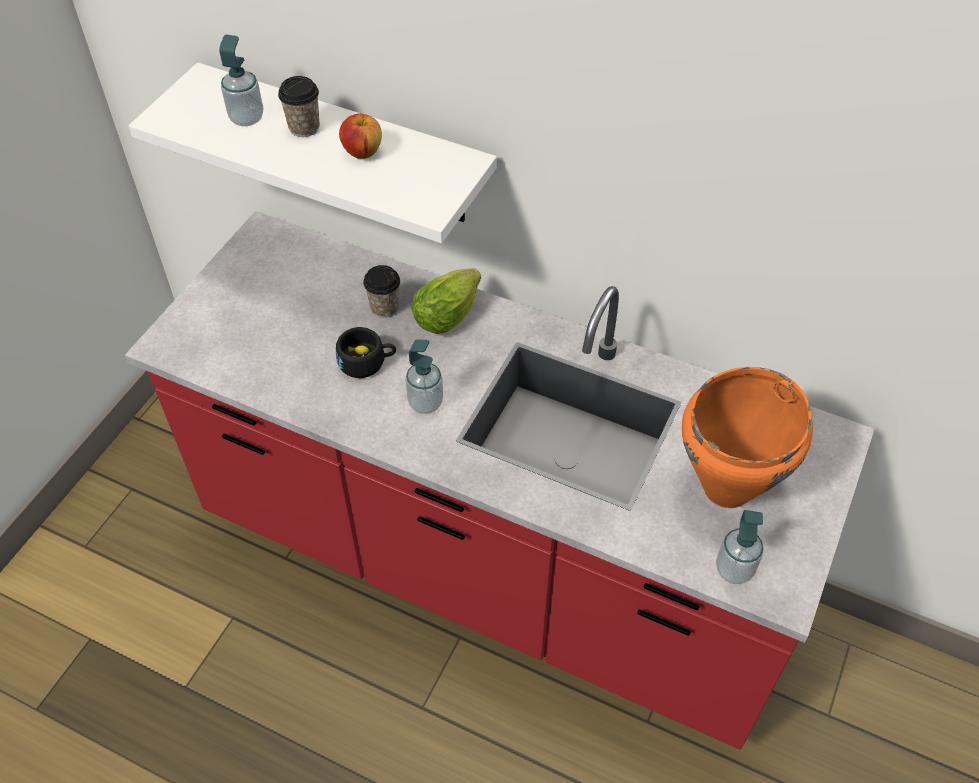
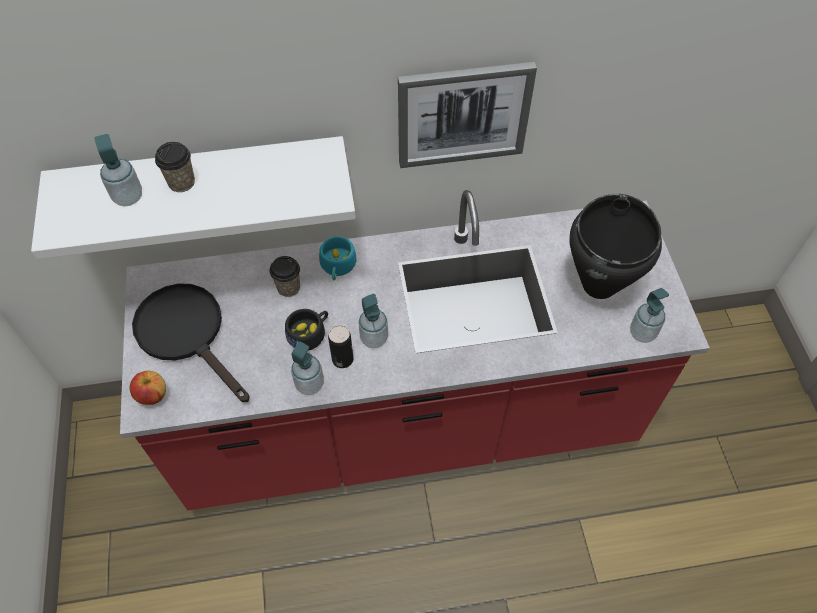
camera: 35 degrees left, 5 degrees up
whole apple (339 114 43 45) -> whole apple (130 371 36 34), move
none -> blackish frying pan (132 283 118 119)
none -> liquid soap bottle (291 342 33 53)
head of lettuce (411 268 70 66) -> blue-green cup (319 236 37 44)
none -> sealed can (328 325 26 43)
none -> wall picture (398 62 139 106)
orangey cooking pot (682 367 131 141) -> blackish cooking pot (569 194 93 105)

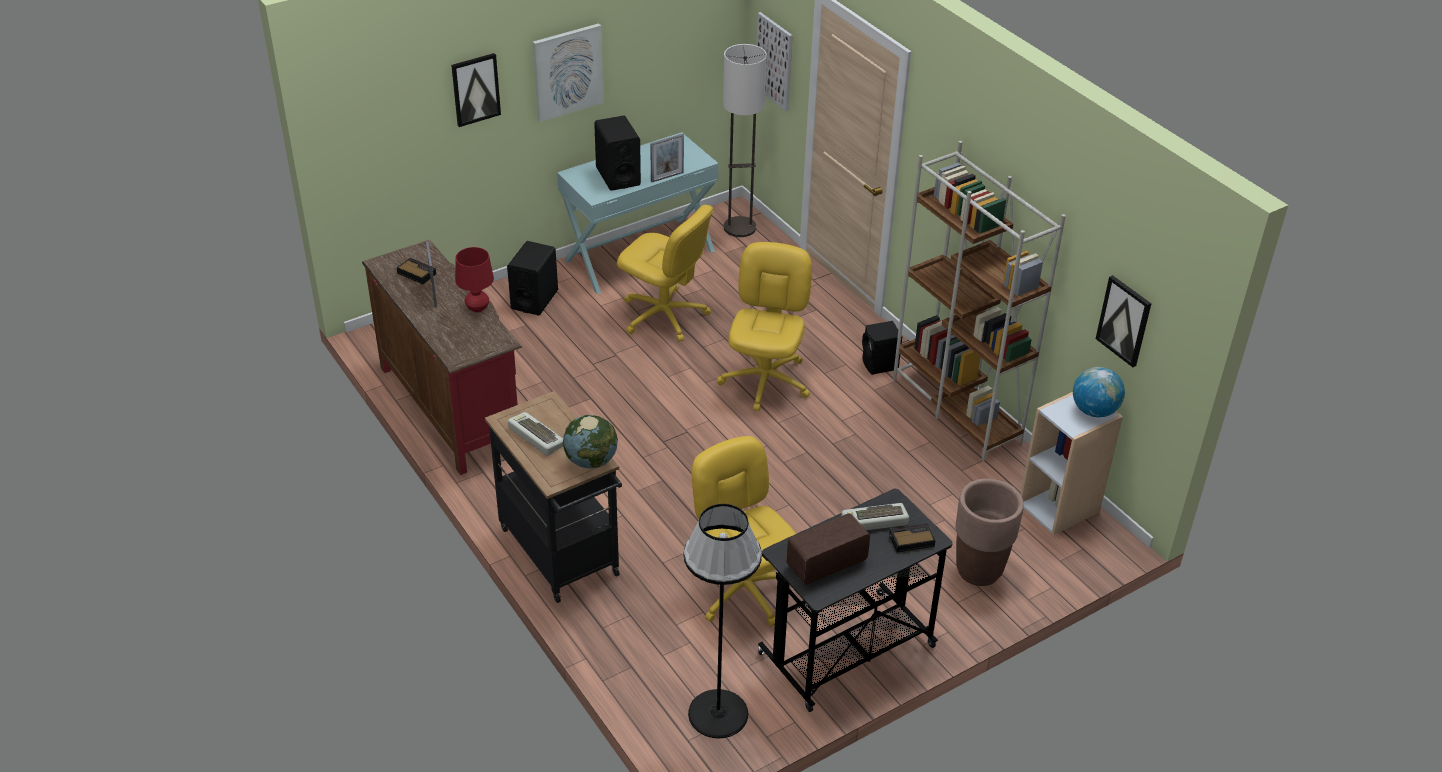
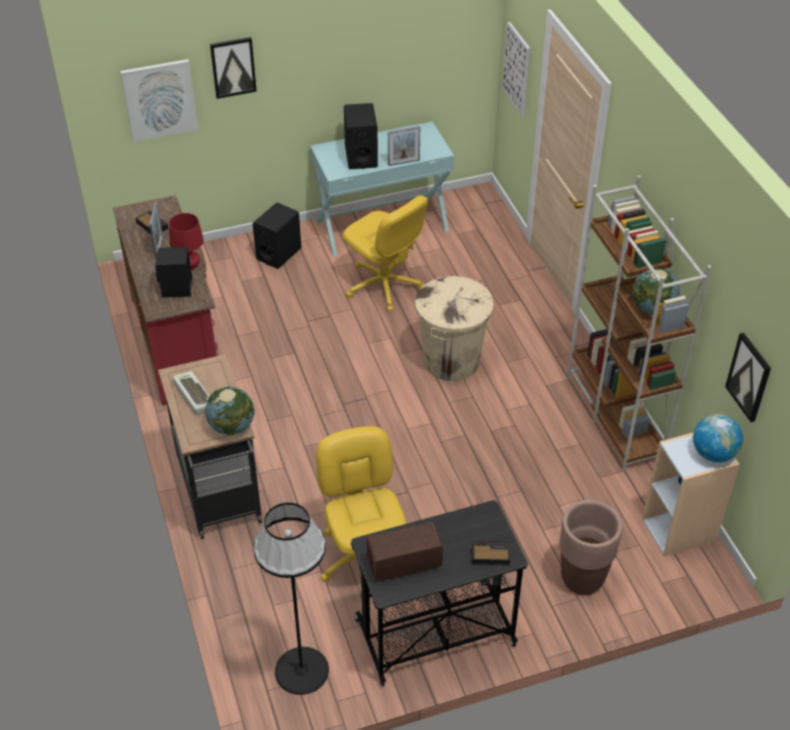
camera: 15 degrees right, 5 degrees up
wall picture (533 23 71 99) -> wall picture (120 59 78 83), move
blackish audio speaker (862 321 40 54) -> blackish audio speaker (155 247 38 50), move
yellow desk chair (717 242 95 169) -> sand-coloured trash can (415 276 79 105)
none -> world globe (633 268 47 47)
standing lamp (723 44 44 193) -> none
PC keyboard (841 503 68 27) -> none

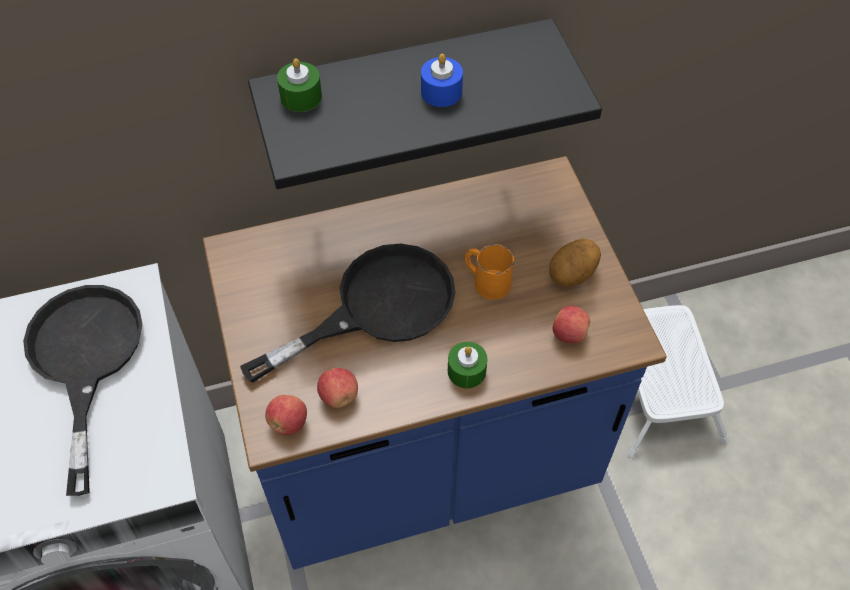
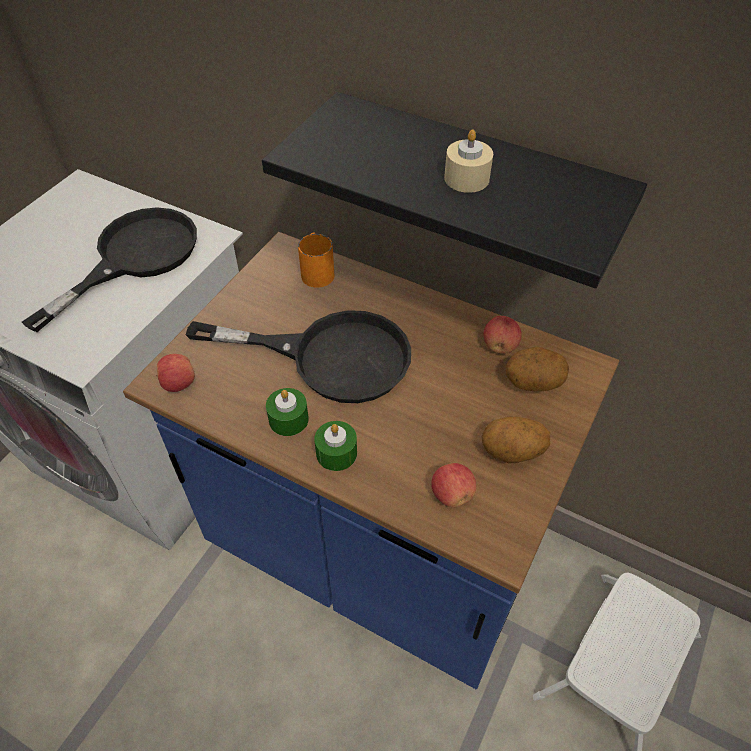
camera: 45 degrees right, 5 degrees down
green wax candle (277 58 45 54) -> green wax candle (266 388 43 48), move
orangey mug (465 244 49 56) -> orangey mug (298 232 36 56), move
blue wax candle (421 54 42 53) -> sand-coloured wax candle (444 129 49 64)
whole apple (317 368 41 40) -> whole apple (484 316 38 38), move
none -> whole potato (506 347 63 44)

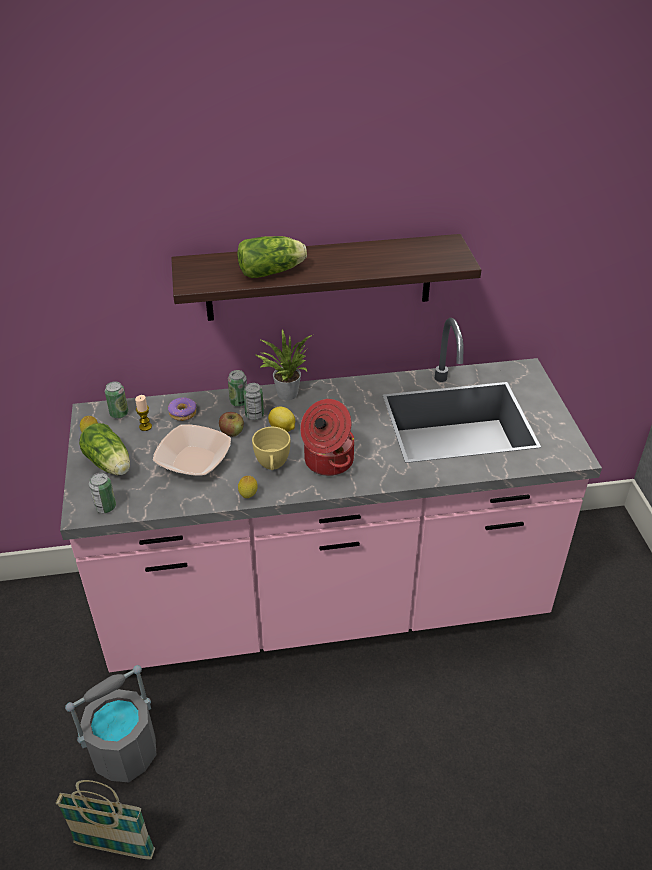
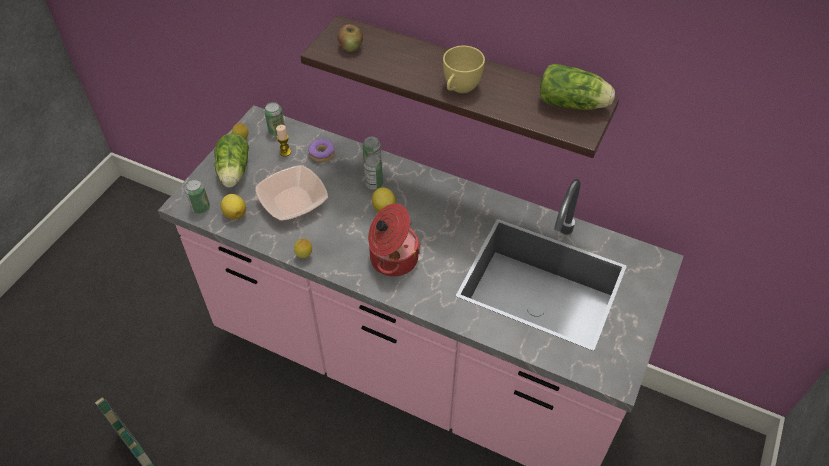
camera: 35 degrees right, 10 degrees up
none -> lemon (221 194 25 25)
whole apple (219 412 25 25) -> whole apple (338 24 25 28), move
yellow cup (252 427 38 43) -> yellow cup (443 46 42 47), move
head of lettuce (237 236 70 42) -> head of lettuce (540 63 75 47), move
gray pail (65 665 91 117) -> none
plant in a pot (254 330 58 70) -> none

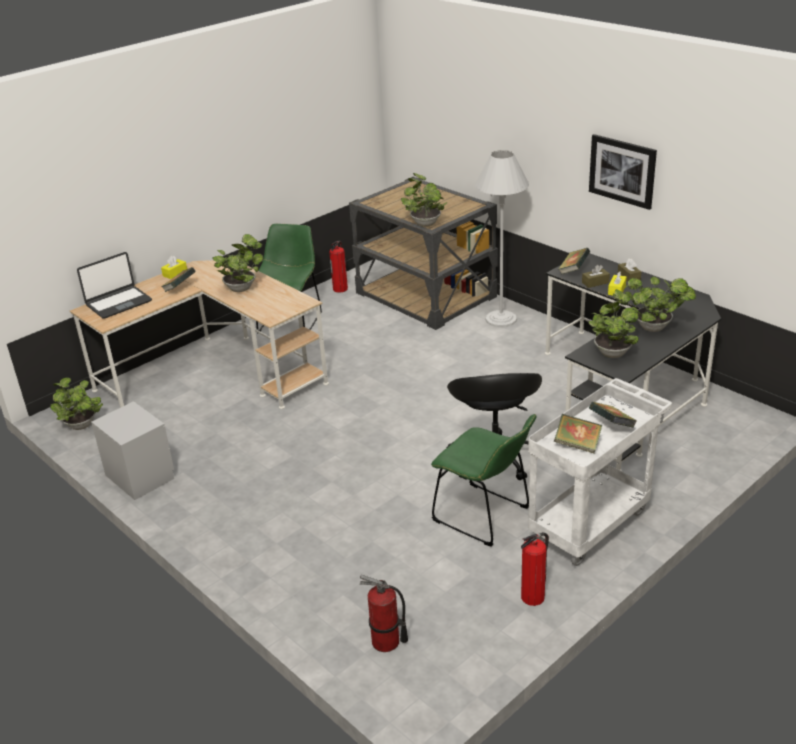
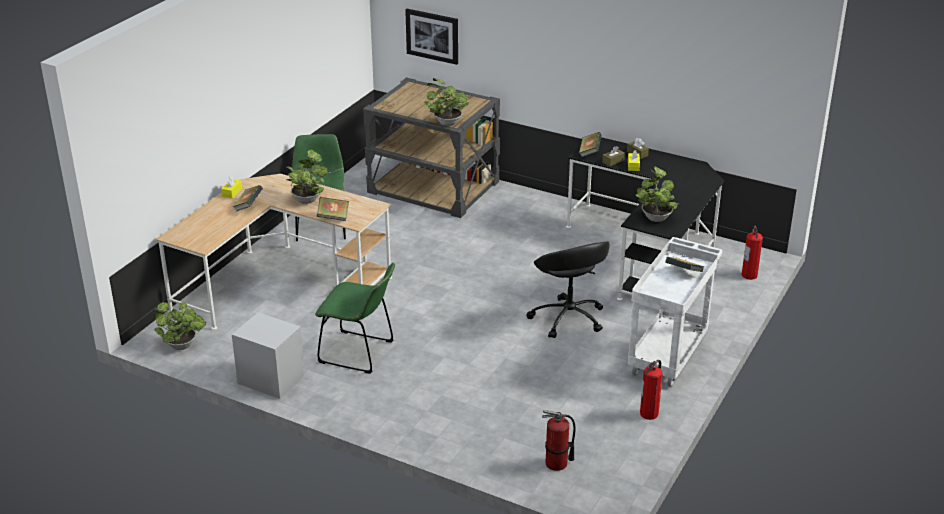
camera: 20 degrees left, 0 degrees up
green upright chair (431 414 105 133) -> green upright chair (315 263 80 111), move
book (554 414 48 39) -> book (317 197 32 24), move
wall picture (589 134 68 76) -> wall picture (405 9 53 56), move
fire extinguisher (329 241 19 52) -> fire extinguisher (742 226 21 54), move
portable computer (77 252 75 67) -> none
white standing lamp (475 150 54 177) -> none
plant in a pot (624 277 72 55) -> none

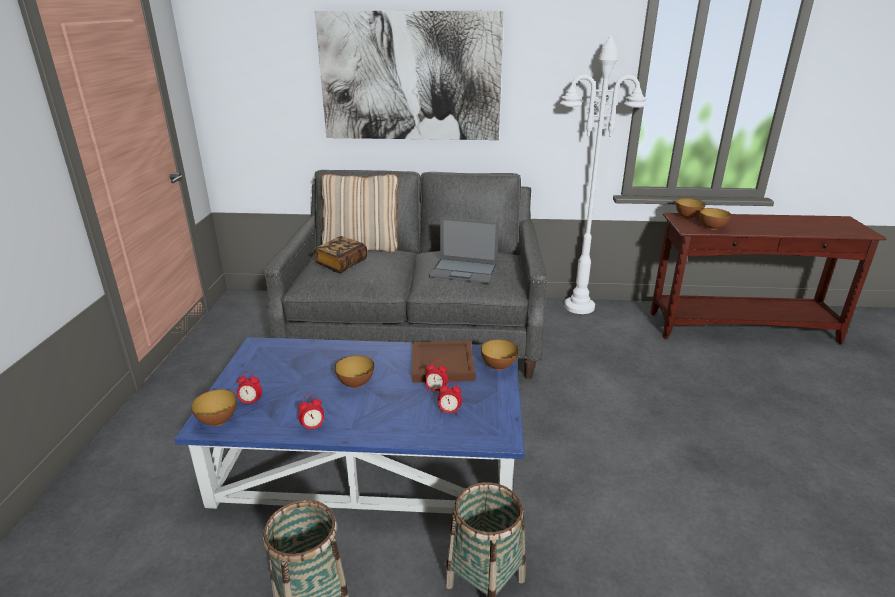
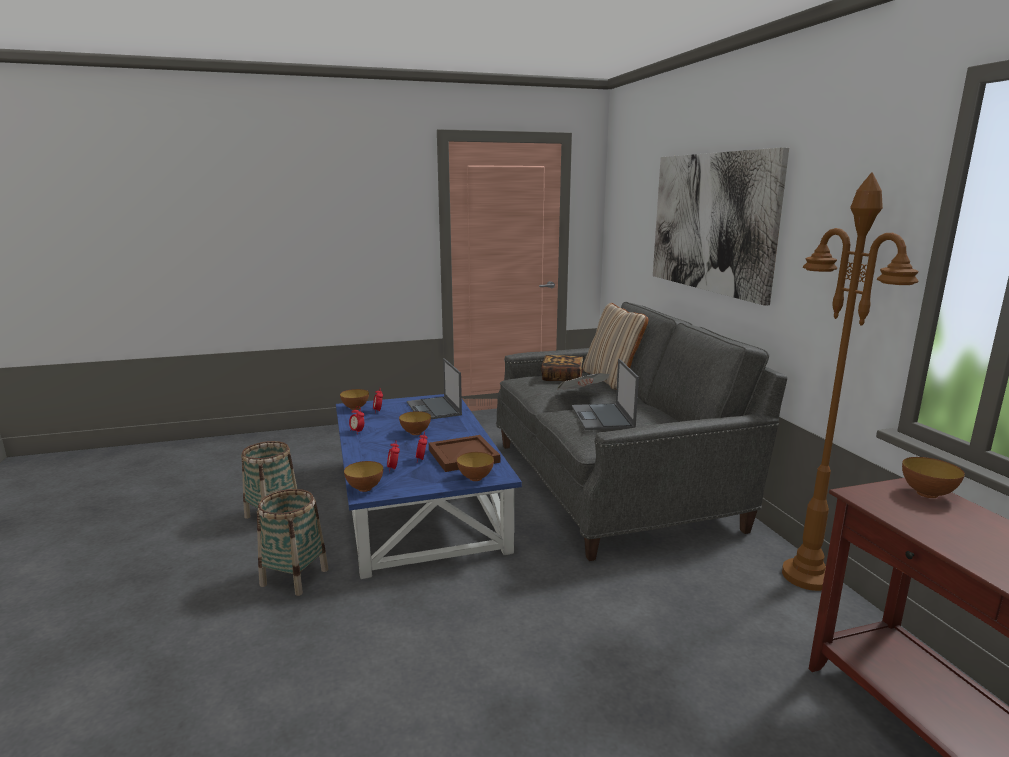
camera: 70 degrees right, 10 degrees down
serving bowl (699 208 32 22) -> serving bowl (344 461 39 31), move
none -> portable computer (407 358 55 61)
none -> daily paper (557 373 53 16)
white standing lamp (560 35 87 279) -> brownish standing lamp (782 172 136 419)

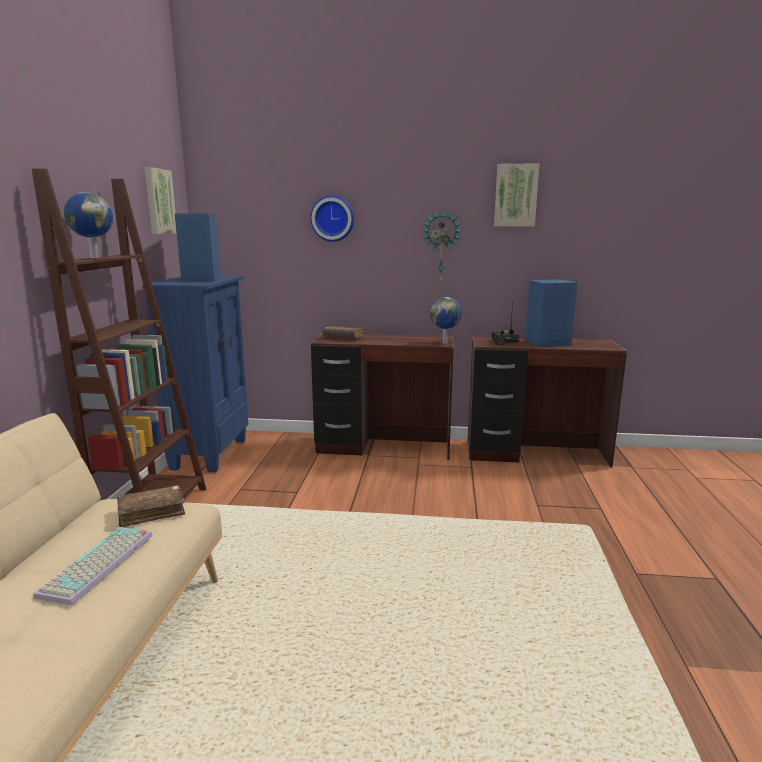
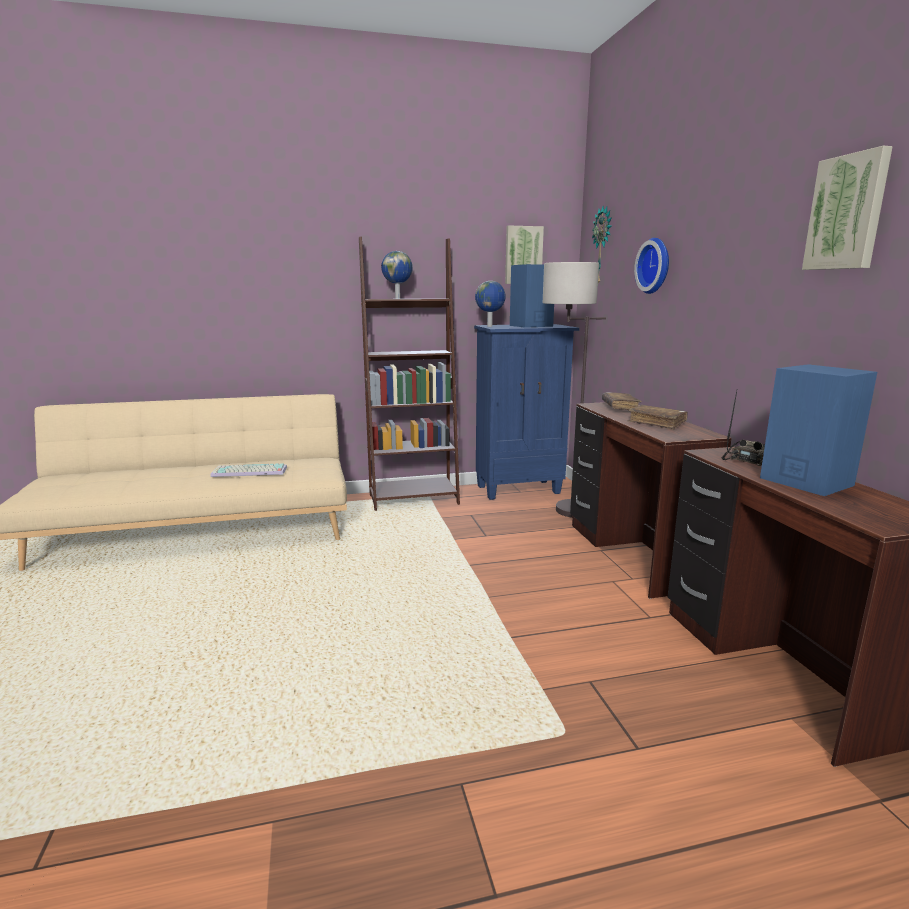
camera: 70 degrees right, 0 degrees up
world globe (430 297 32 47) -> world globe (475 281 31 46), move
none -> gray standing lamp (543 262 63 256)
clock on the wall (422 210 40 76) -> clock on the wall (592 206 20 77), move
brownish book (117 485 68 42) -> brownish book (627 405 60 25), move

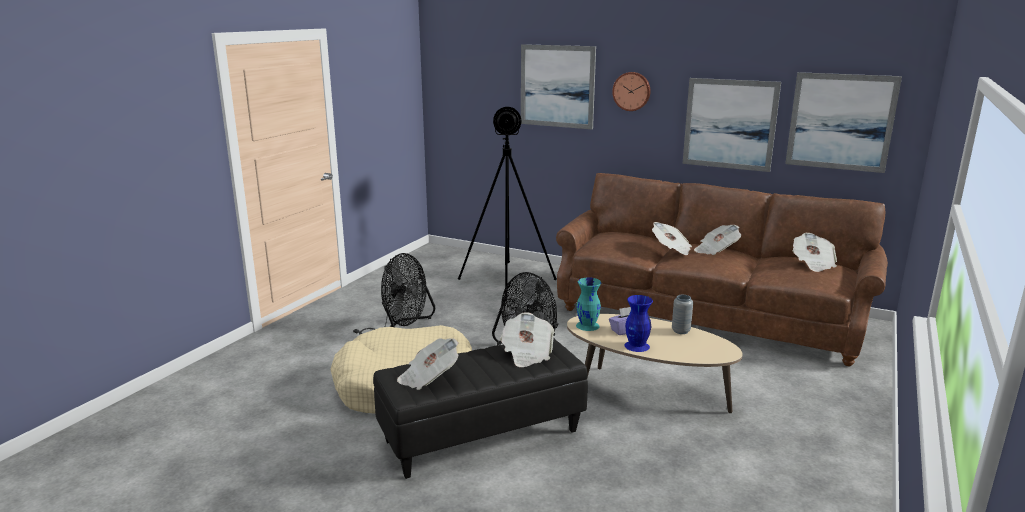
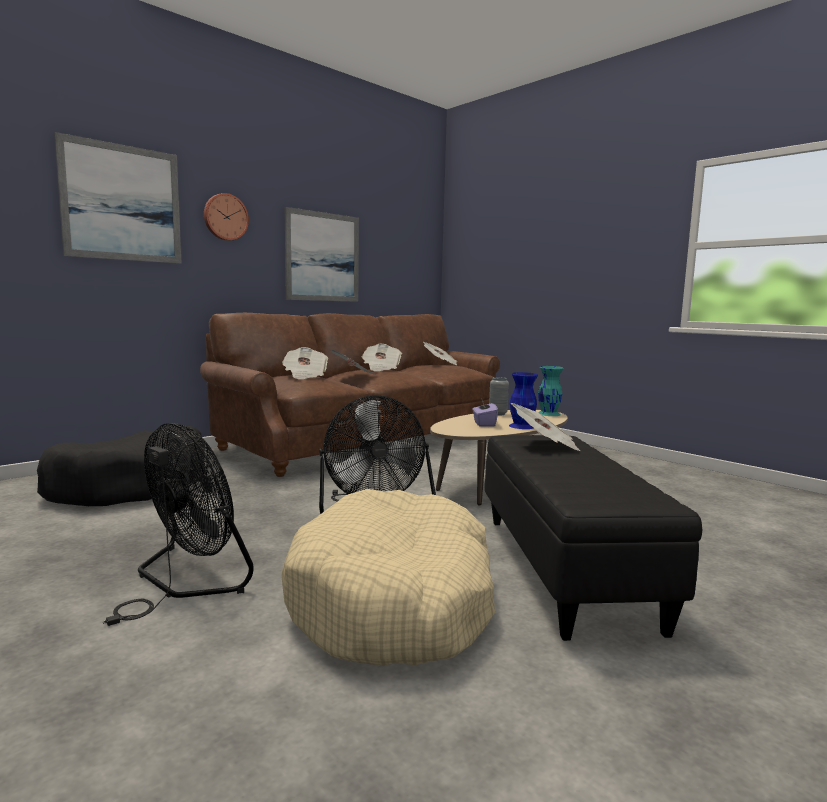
camera: 70 degrees left, 10 degrees down
blackish standing lamp (458 107 99 190) -> blackish pet bed (37 426 169 80)
daily paper (397 338 62 52) -> daily paper (282 347 46 32), move
blue-green vase (576 277 25 54) -> blue-green vase (538 366 26 50), move
wall picture (785 72 117 101) -> none

